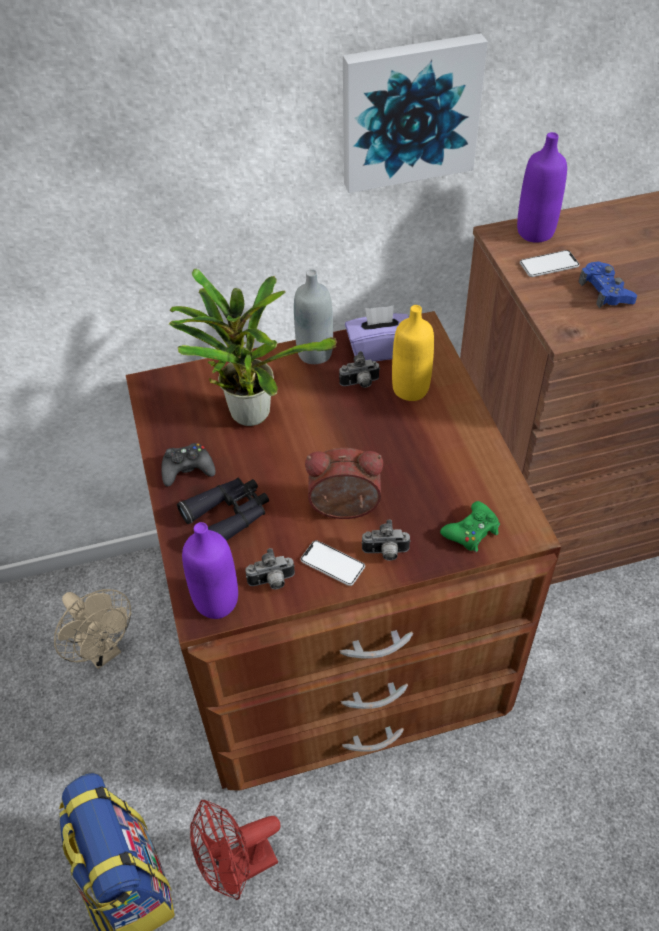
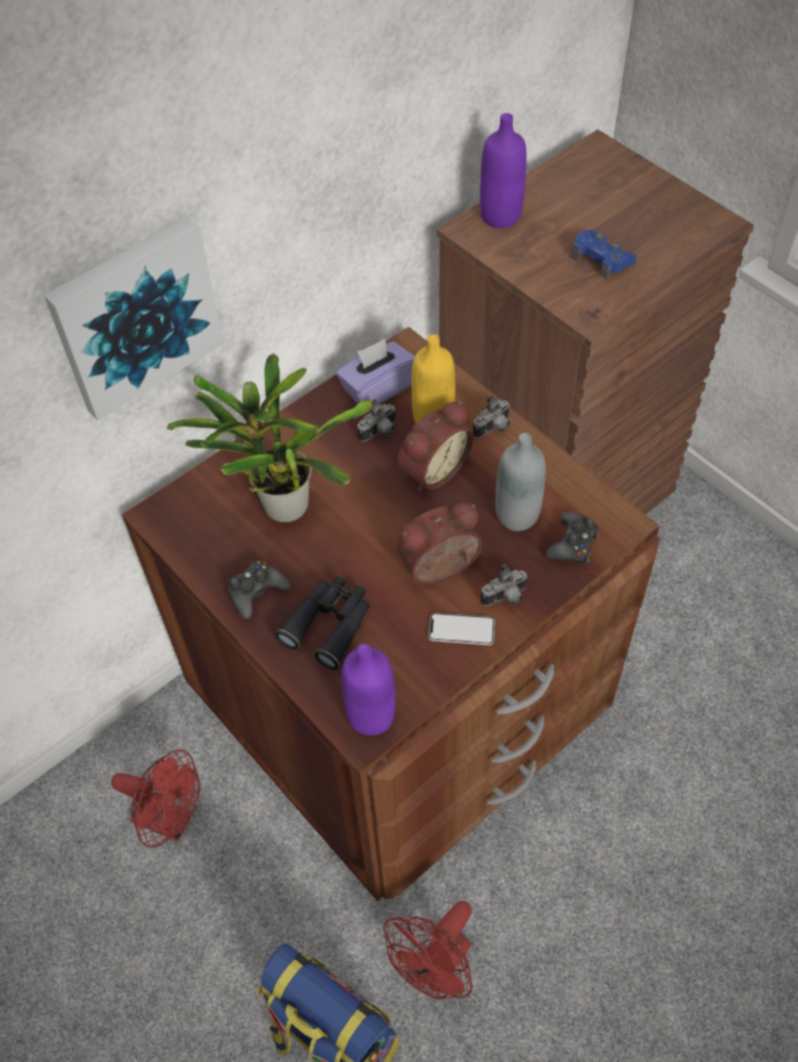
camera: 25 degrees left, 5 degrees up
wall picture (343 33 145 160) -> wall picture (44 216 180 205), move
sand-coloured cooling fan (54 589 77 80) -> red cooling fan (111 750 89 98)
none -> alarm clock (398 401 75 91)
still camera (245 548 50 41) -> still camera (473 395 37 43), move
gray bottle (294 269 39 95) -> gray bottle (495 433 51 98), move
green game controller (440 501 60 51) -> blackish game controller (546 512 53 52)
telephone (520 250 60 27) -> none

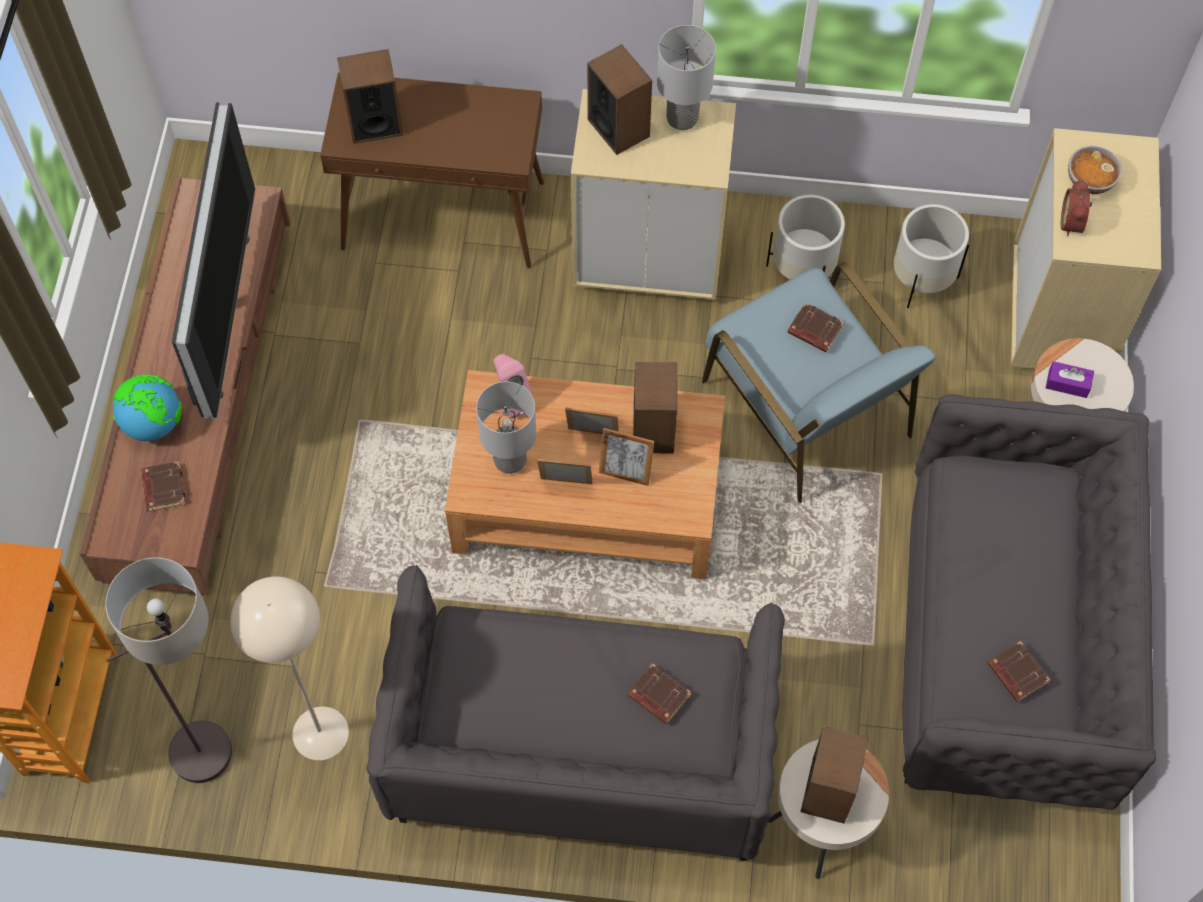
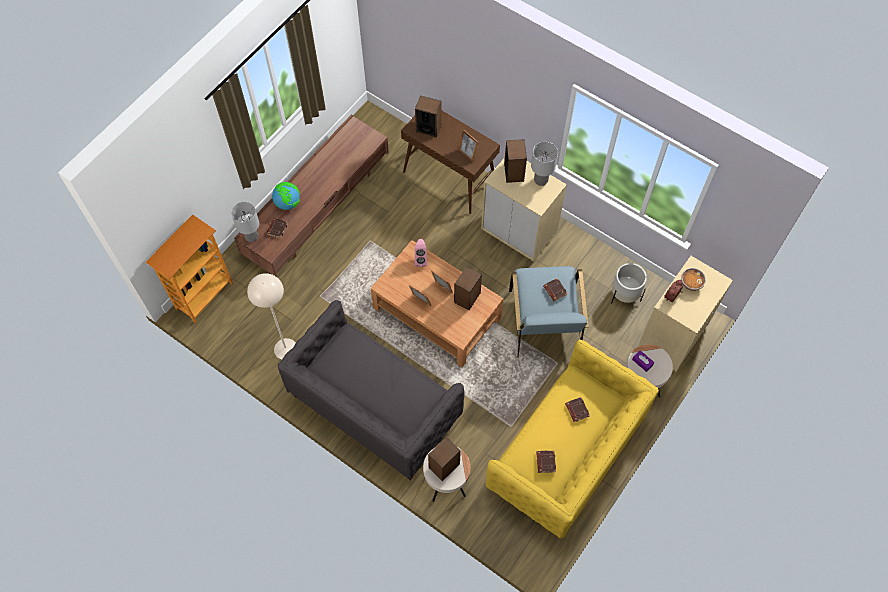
camera: 30 degrees right, 0 degrees up
gray lamp for a table (476 381 60 93) -> gray lamp for a table (231 202 28 40), move
standing frame (599 428 56 58) -> standing frame (458 129 21 33), move
gray sofa (903 394 253 416) -> yellow sofa (486 340 173 198)
brownish book (628 663 63 61) -> brownish book (565 397 25 25), move
gray standing lamp (105 557 127 226) -> none
TV (172 103 83 316) -> none
white flower pot (766 195 79 84) -> none

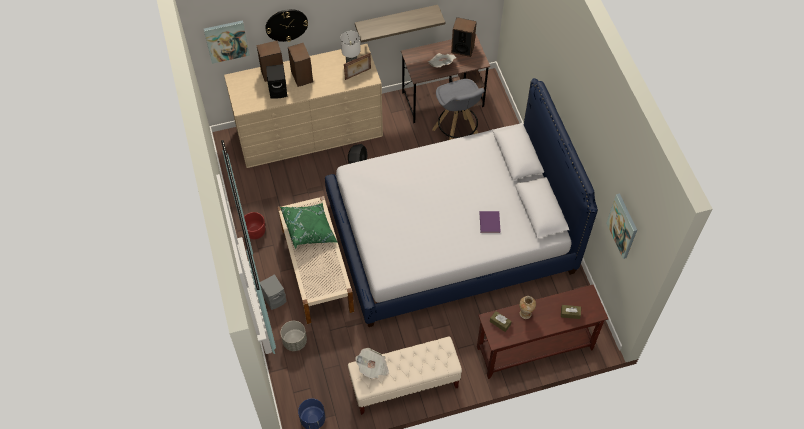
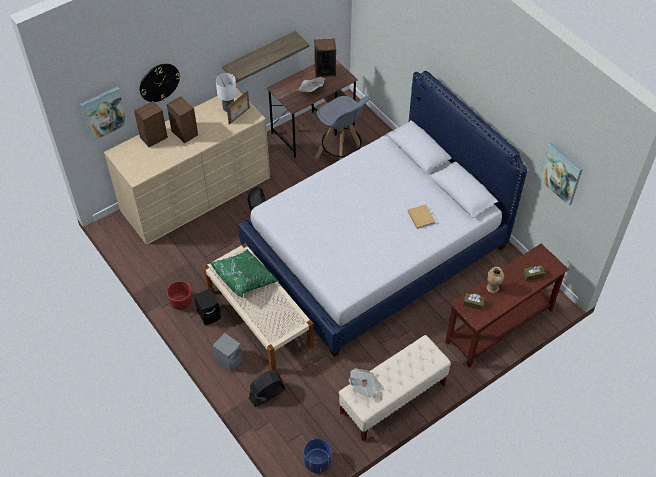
camera: 20 degrees left, 5 degrees down
blackish audio speaker (266 64 21 35) -> blackish audio speaker (194 288 27 37), move
gray flower pot (280 321 27 30) -> blackish cooling fan (249 370 36 37)
purplish book (480 211 21 22) -> sand-coloured book (408 204 27 25)

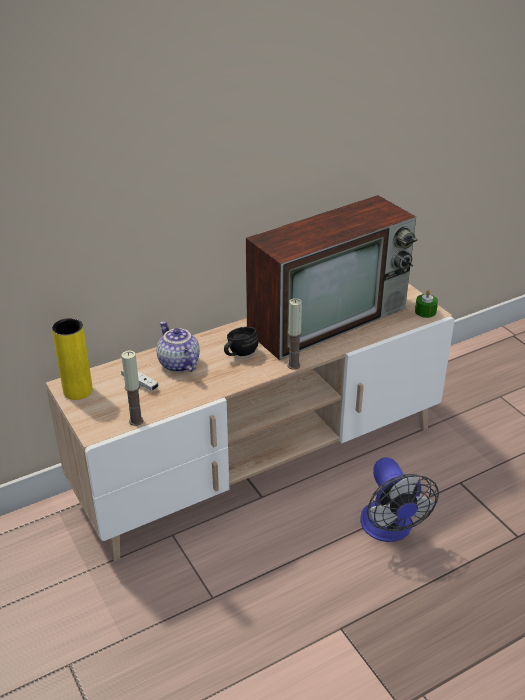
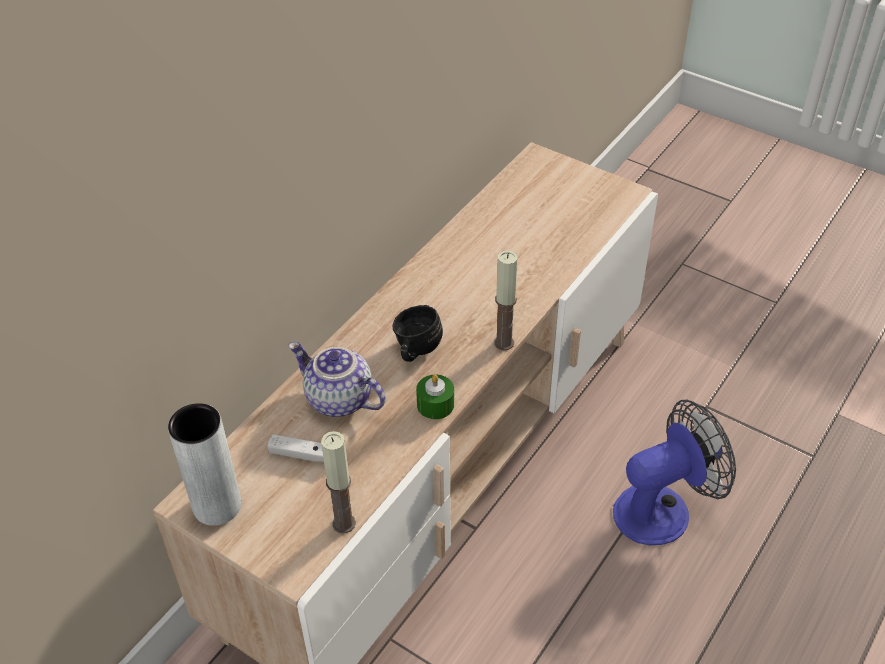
camera: 25 degrees left, 10 degrees up
yellow vase (52 318 41 82) -> gray vase (168 403 73 123)
green wax candle (415 290 23 28) -> green wax candle (416 374 38 45), move
cooling fan (360 457 79 85) -> cooling fan (613 400 123 145), 75 degrees counterclockwise
TV (246 195 172 165) -> none

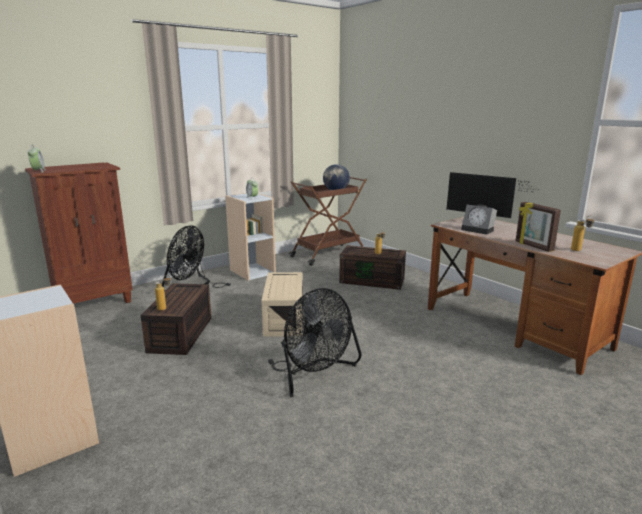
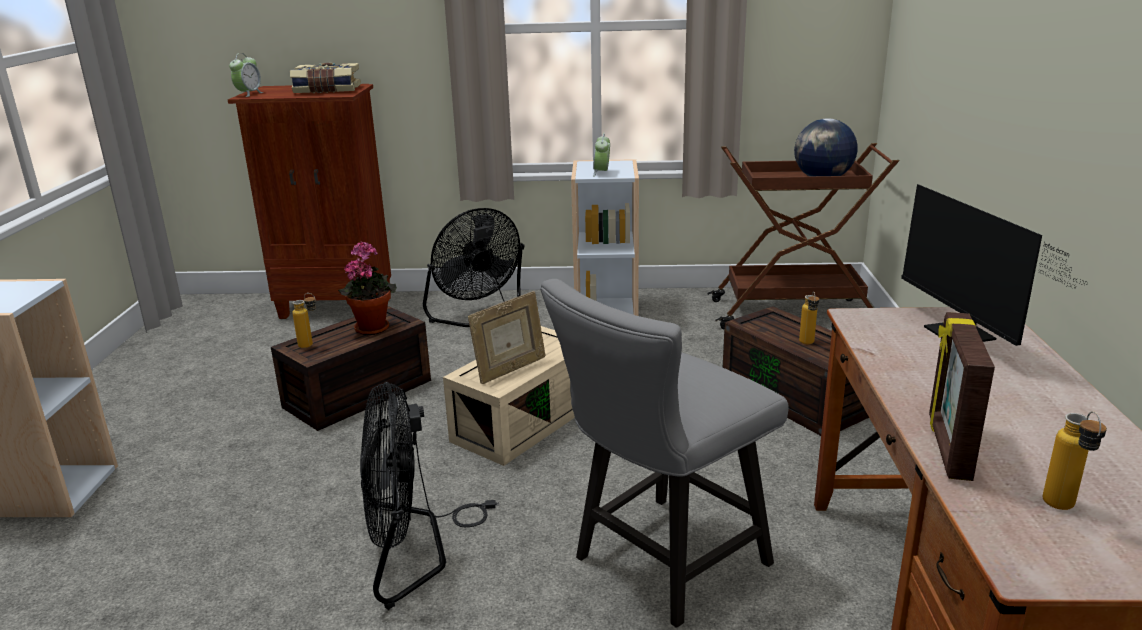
camera: 40 degrees right, 5 degrees up
none -> book (290 63 71 30)
none -> plant in a pot (338 241 59 94)
blackish cooling fan (268 288 93 109) -> blackish cooling fan (360 382 139 228), 75 degrees clockwise
none -> standing frame (468 291 78 93)
none -> gray upright chair (540 279 249 349)
alarm clock (461 204 36 31) -> none

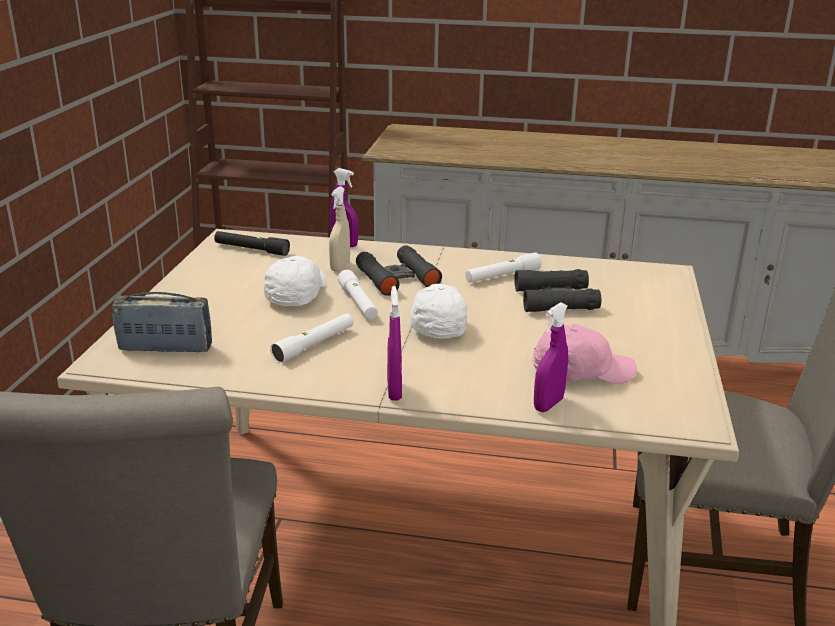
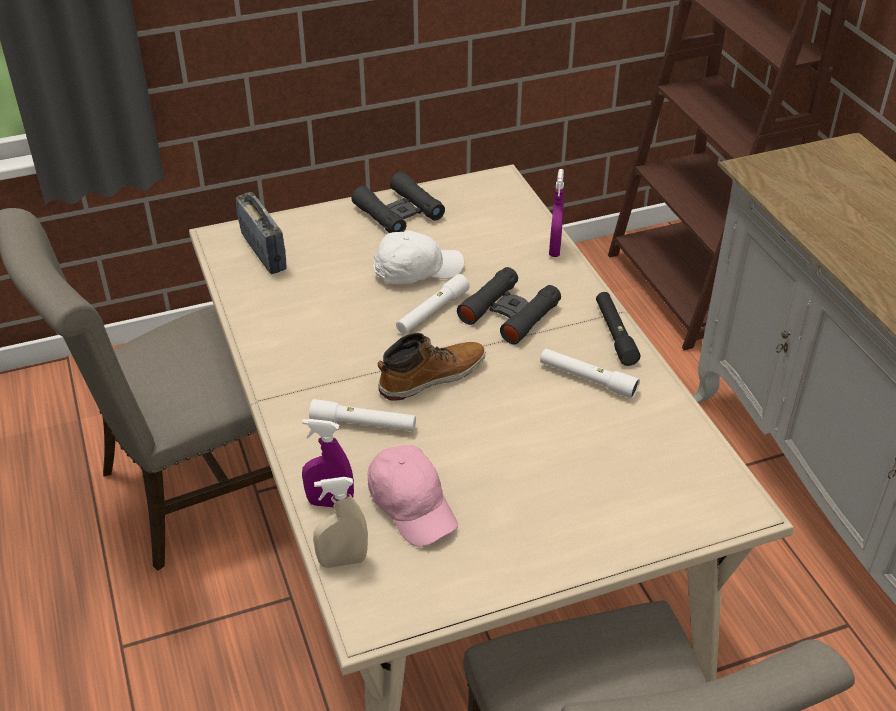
camera: 60 degrees right, 15 degrees up
white torch (270 313 83 50) -> white torch (309 399 107 32), move
sand-coloured hand sprayer (329 186 21 86) -> sand-coloured hand sprayer (313 477 55 91), move
blackish field glasses (514 269 87 43) -> blackish field glasses (352 172 93 61), move
white peaked cap (410 284 57 55) -> high-top boot (378 333 108 68)
blackish torch (214 231 76 25) -> blackish torch (596 292 44 74), move
purplish hand sprayer (387 286 15 114) -> none

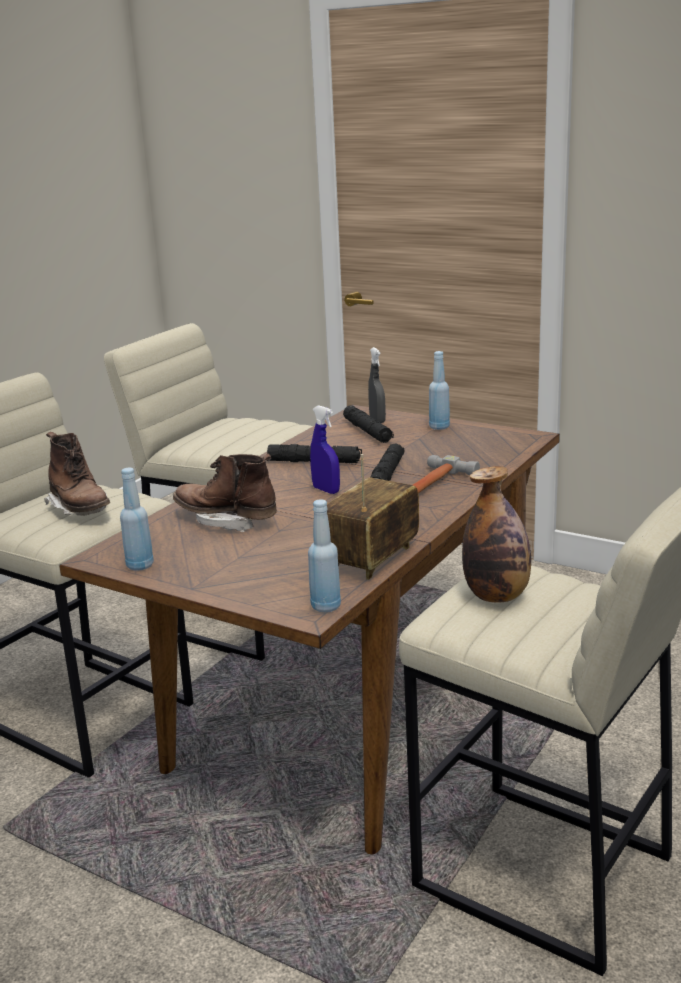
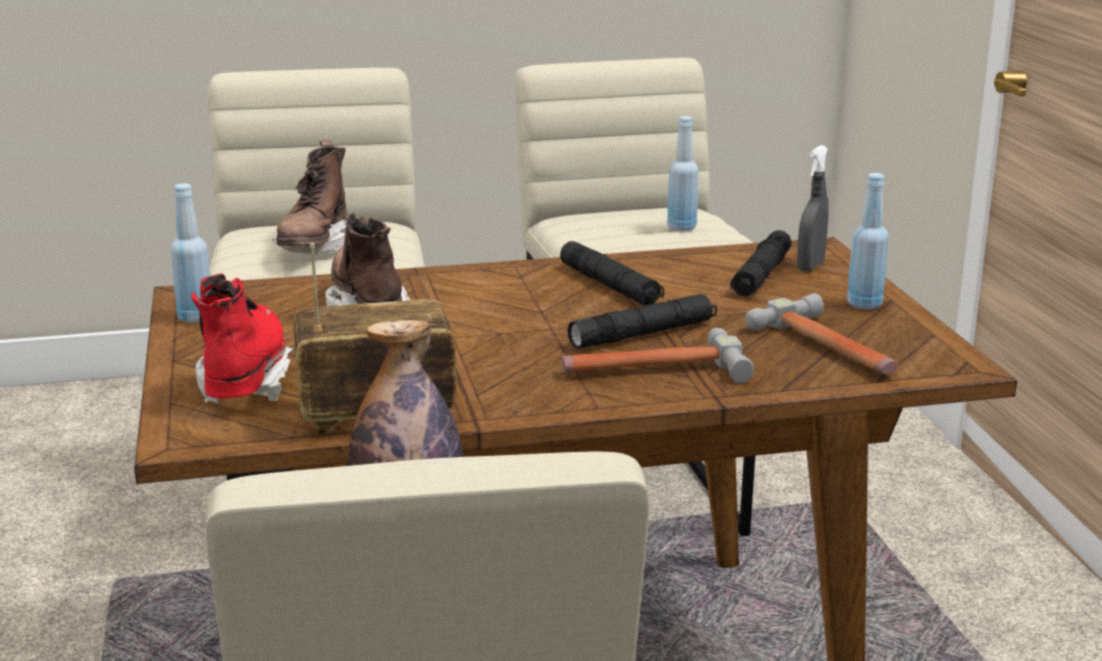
camera: 45 degrees right, 0 degrees up
none -> red high-top boot (192 273 102 130)
blue bottle (308 499 33 113) -> blue bottle (667 116 32 115), move
none -> tool hammer (745 293 154 81)
blue hand sprayer (310 405 30 89) -> none

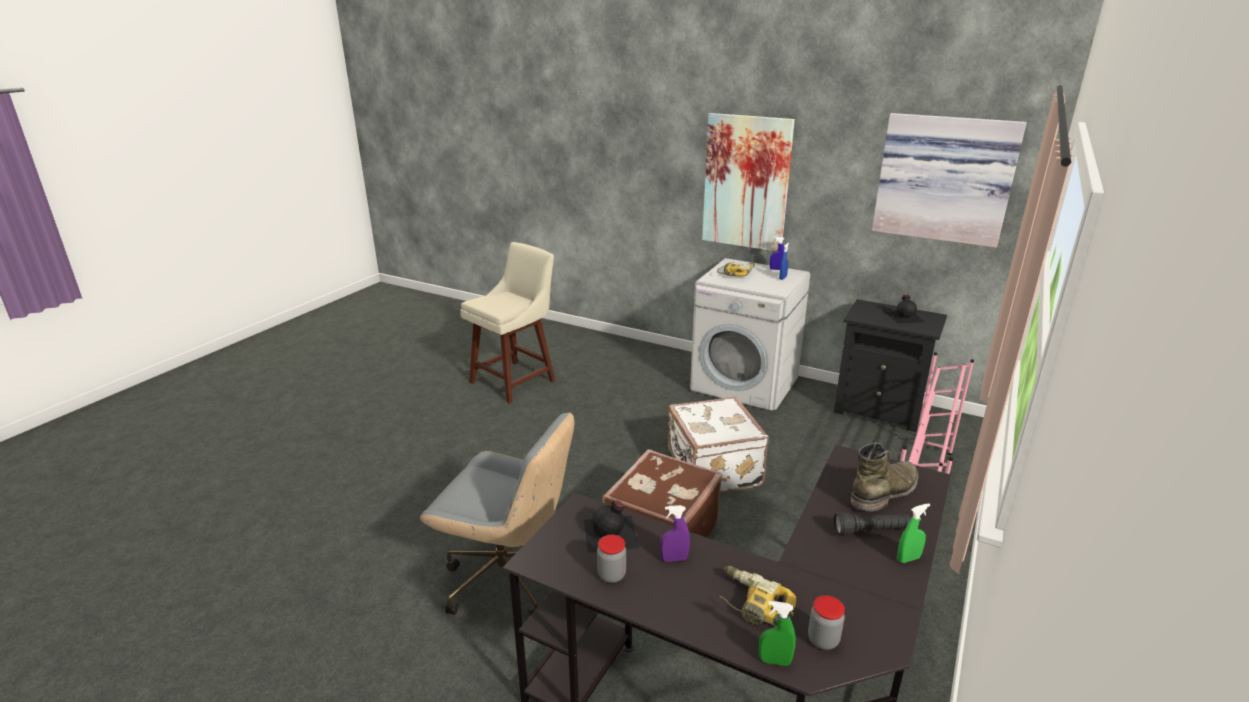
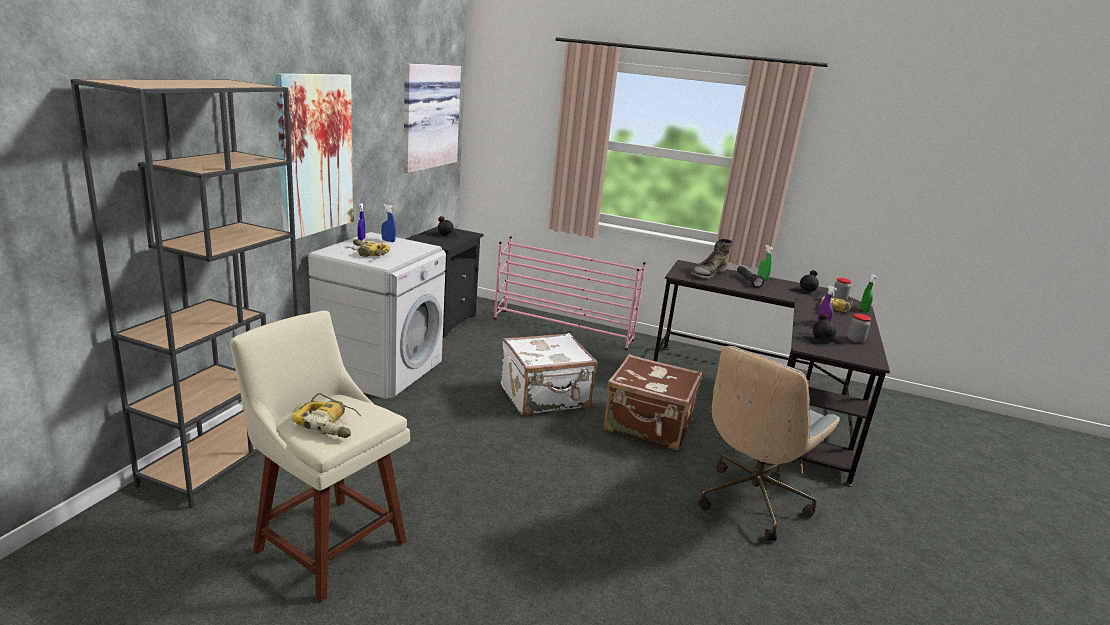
camera: 100 degrees left, 5 degrees down
none -> bookcase (70 79 229 429)
none -> drill (292 393 69 45)
green high-top boot (850 442 68 69) -> green high-top boot (691 239 42 40), 90 degrees counterclockwise
gray desk chair (420 412 155 205) -> gray desk chair (698 346 142 195), 150 degrees counterclockwise
none -> blackish bottle (789 270 37 28)

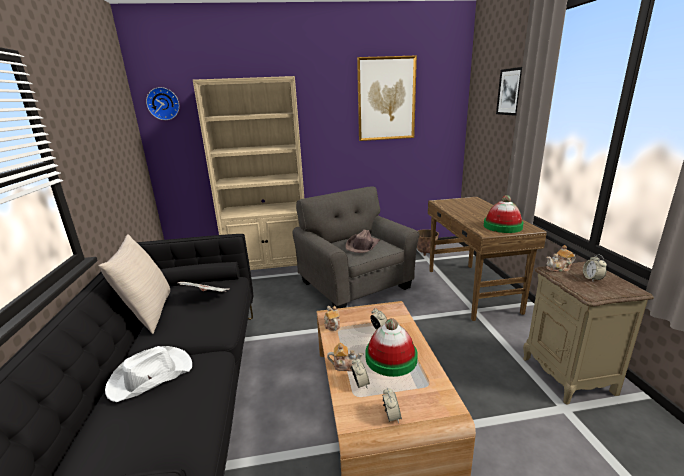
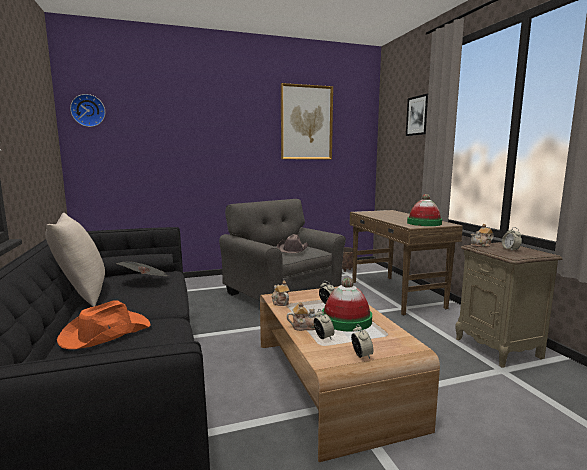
camera: 10 degrees left, 10 degrees down
white wearable hat (105 346 87 56) -> orangey wearable hat (57 300 94 49)
sand-coloured bookcase (193 76 111 194) -> none

